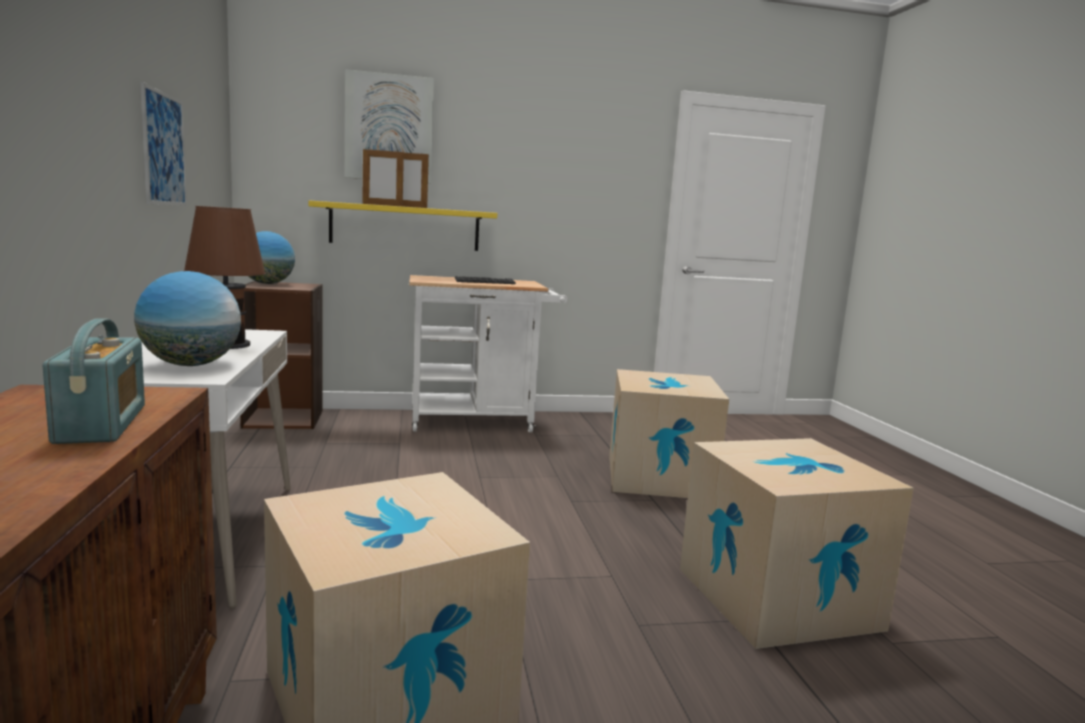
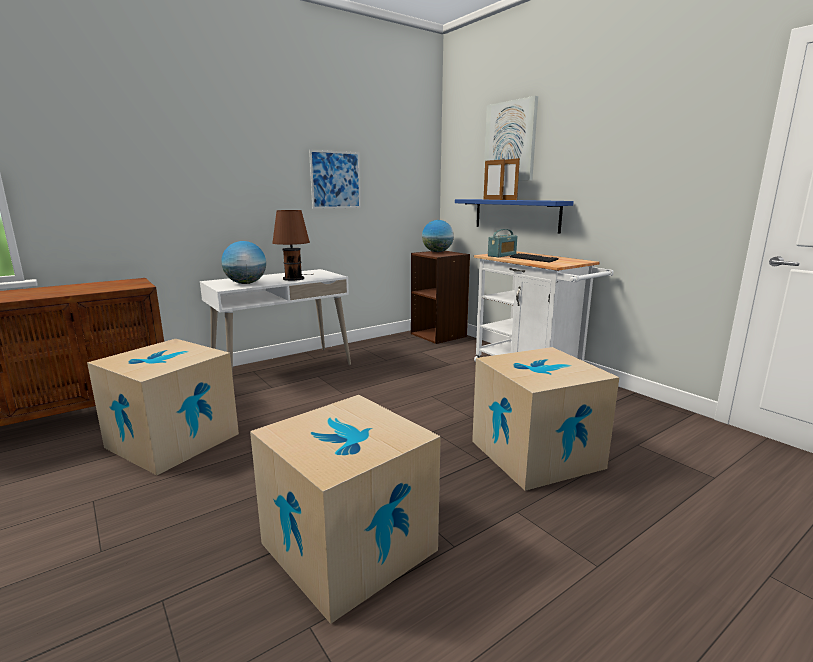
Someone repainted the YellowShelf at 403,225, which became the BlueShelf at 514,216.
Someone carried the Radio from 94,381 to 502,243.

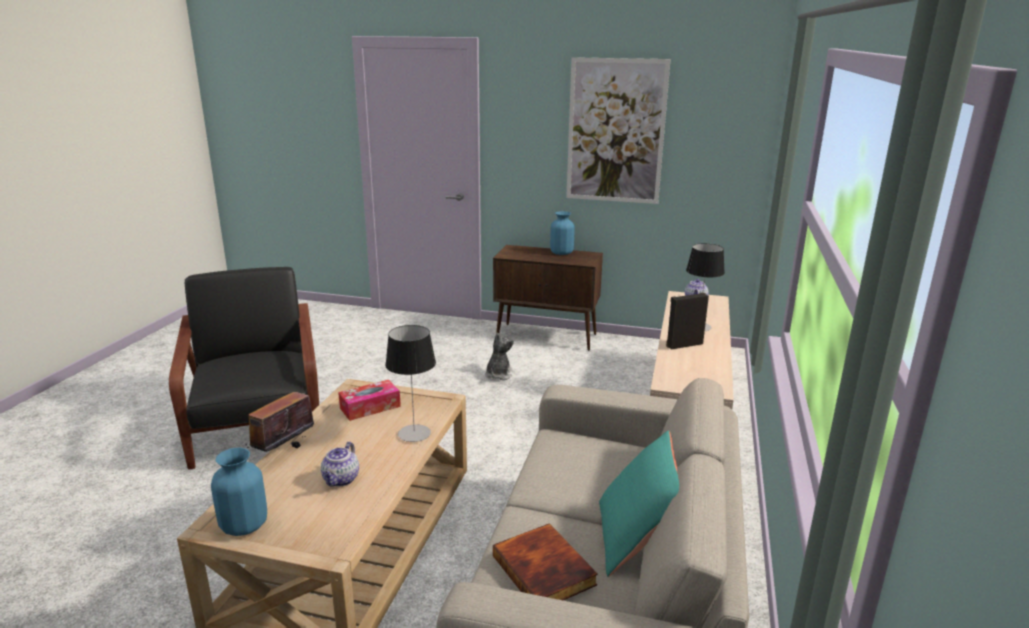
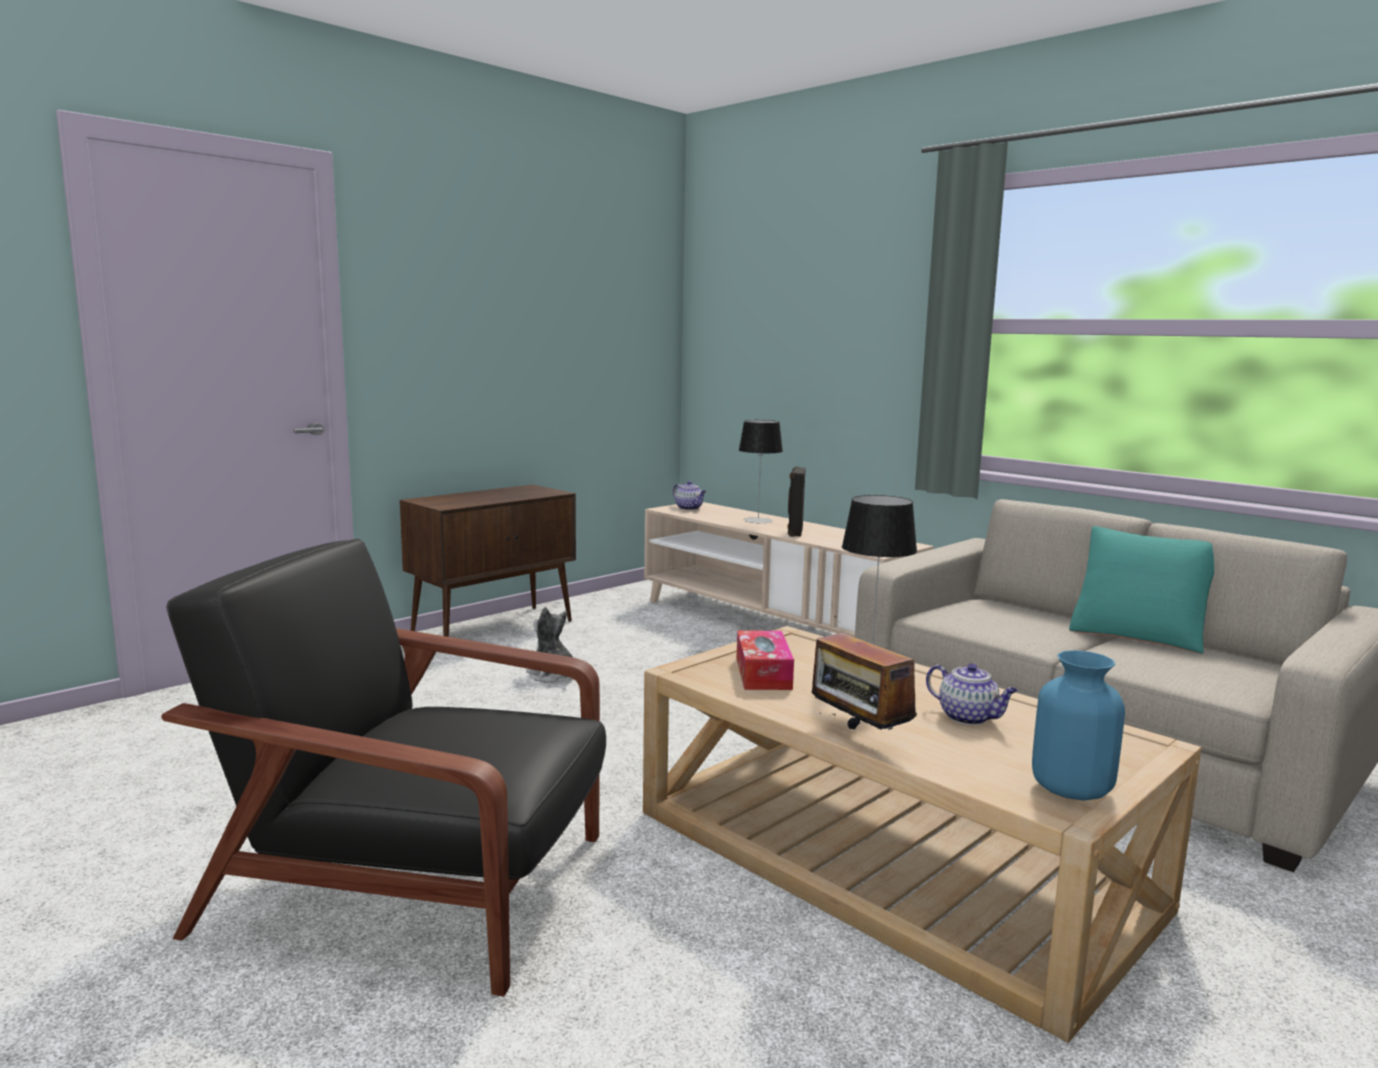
Someone took away the Book at 545,561.
Someone took away the BlueVase at 562,233.
Someone took away the Picture at 618,130.

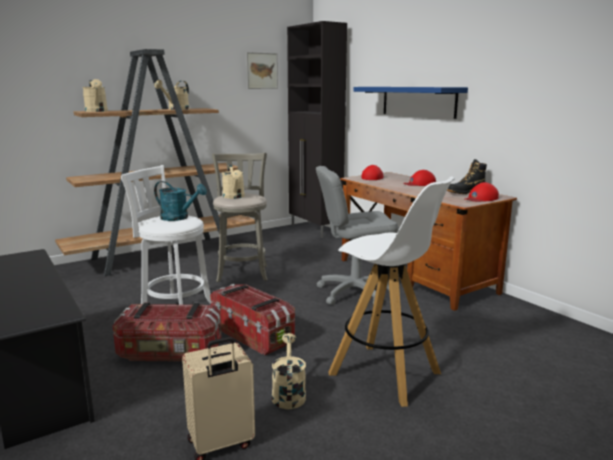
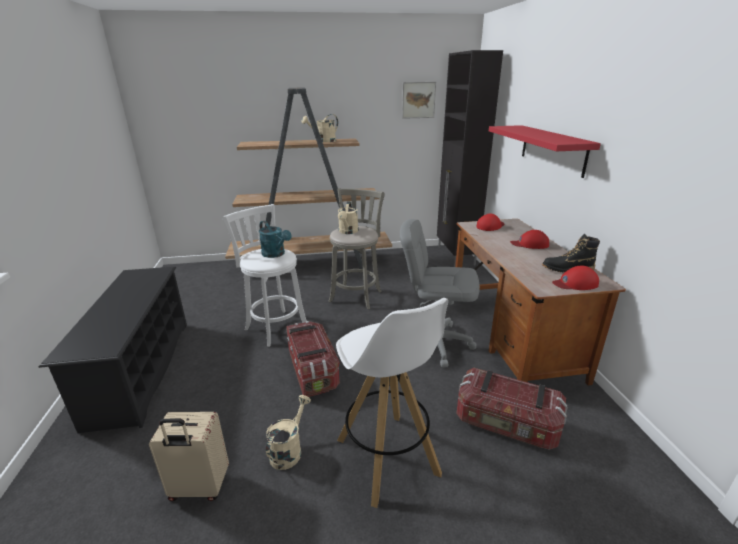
Someone carried the StorageBox from 166,332 to 512,409.
Someone repainted the BlueShelf at 410,103, which became the RedShelf at 545,151.
Someone took away the BeigeWateringCan at 95,95.

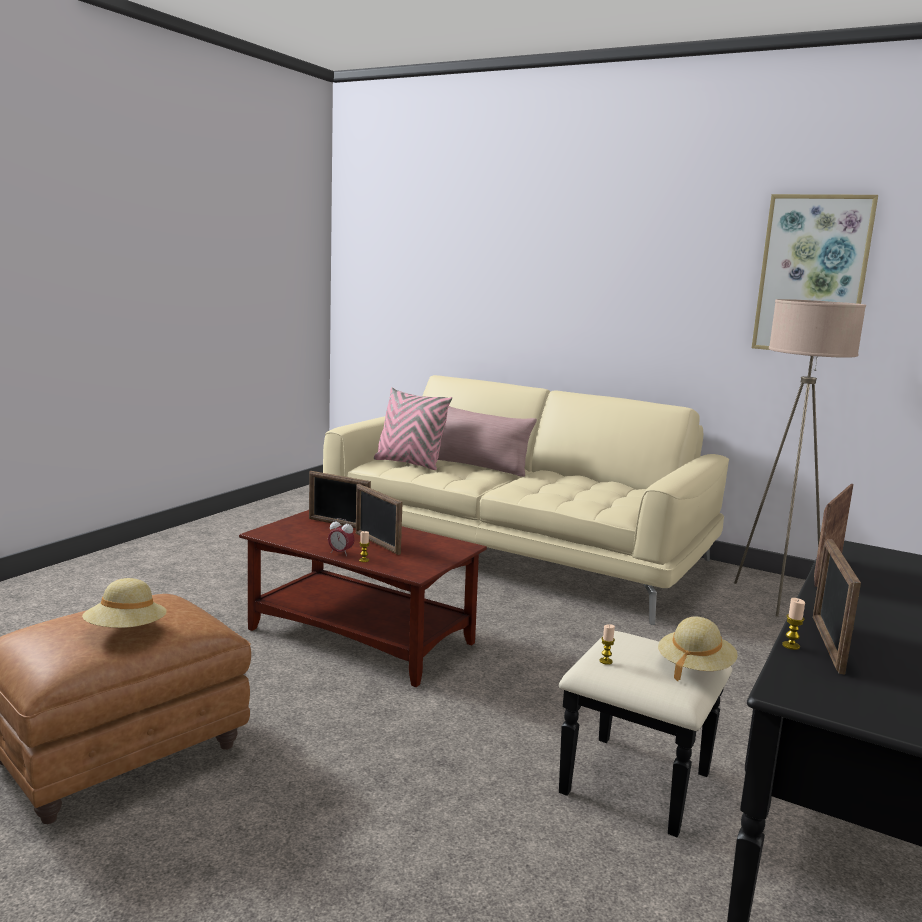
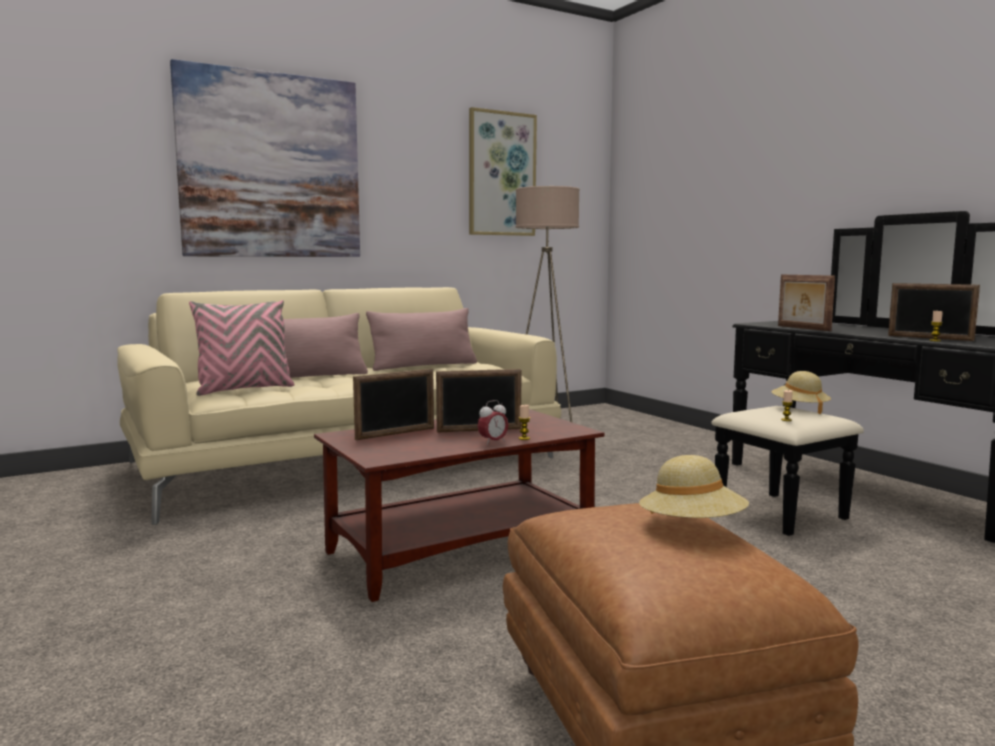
Someone put up the Picture at 265,158.
Someone put down the PinkPillow at 421,339.

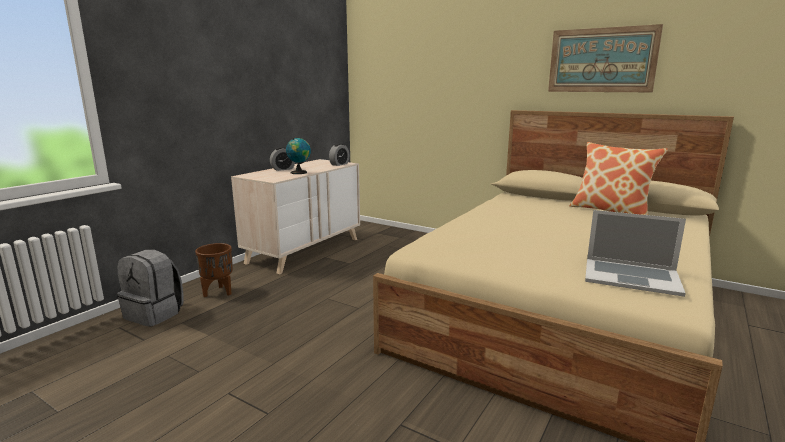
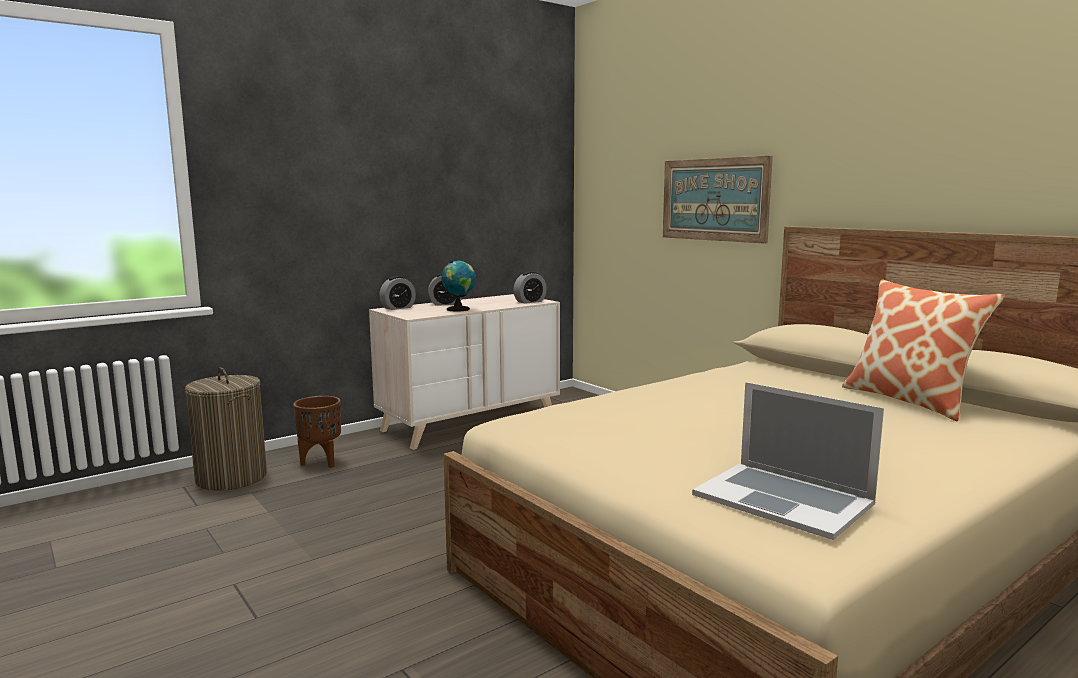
Someone swapped the GreyBackpack at 150,288 for the LaundryBasket at 226,429.
Someone put down the AlarmClock at 397,293.
Someone carried the Picture from 605,58 to 718,200.

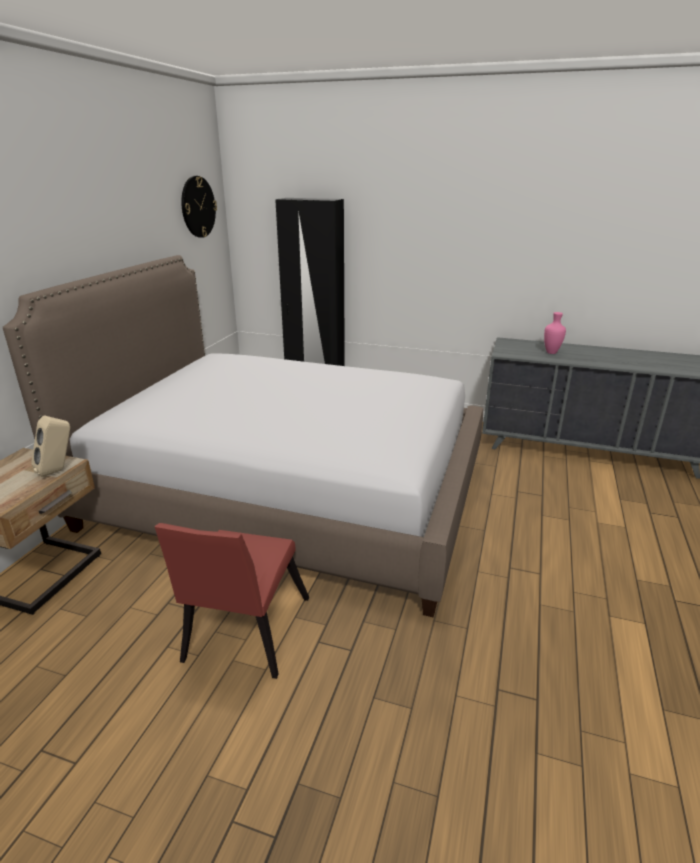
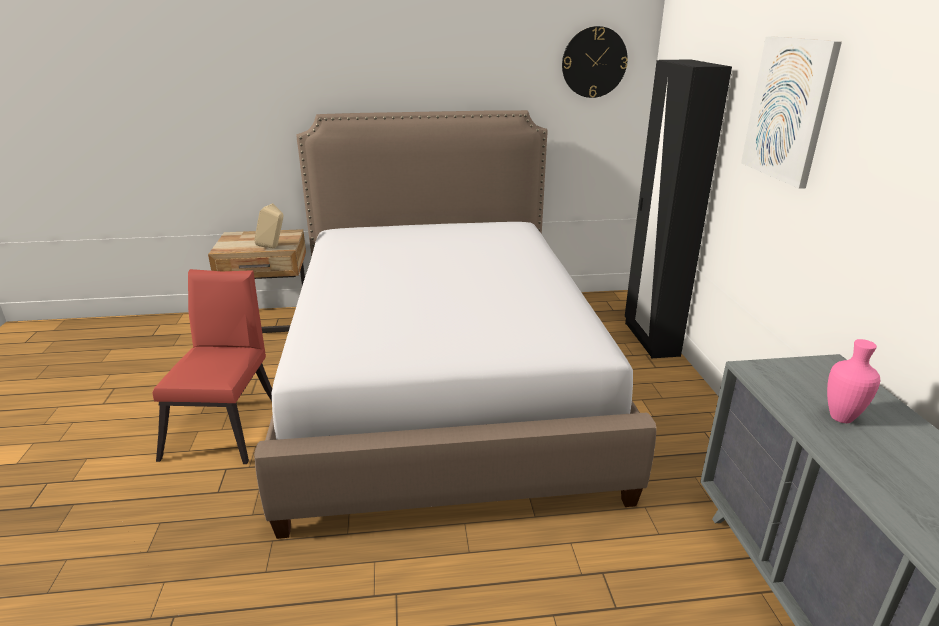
Someone rotated the RedChair at 232,601 by 105 degrees clockwise.
Someone put up the Picture at 791,112.

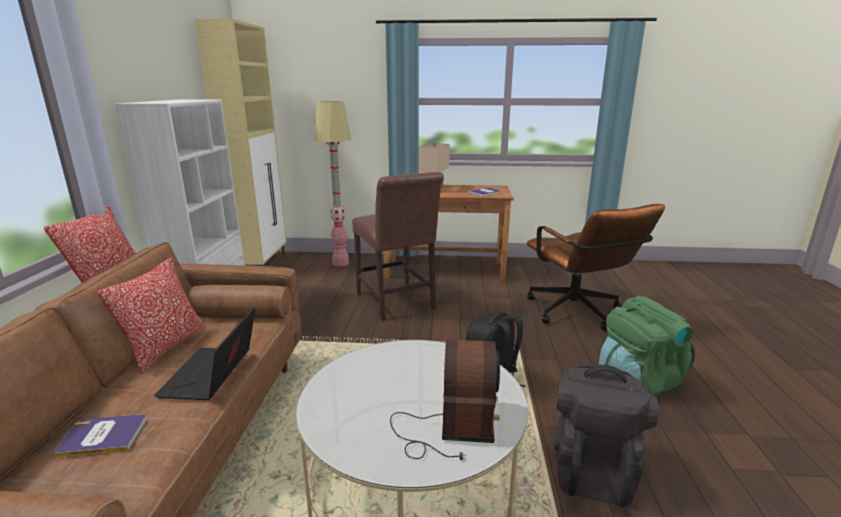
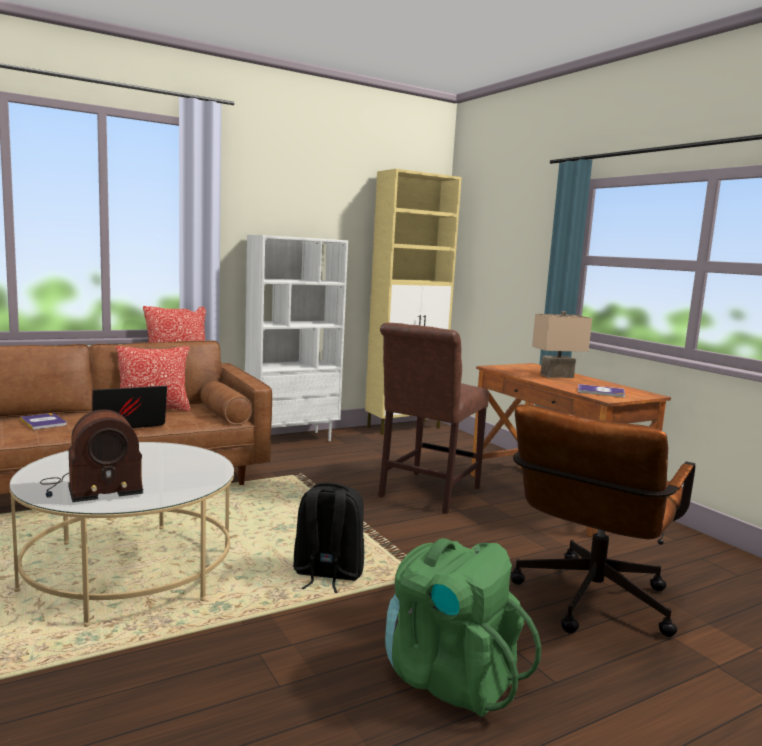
Someone took away the FloorLamp at 332,183.
Someone took away the BlackBackpack at 606,436.

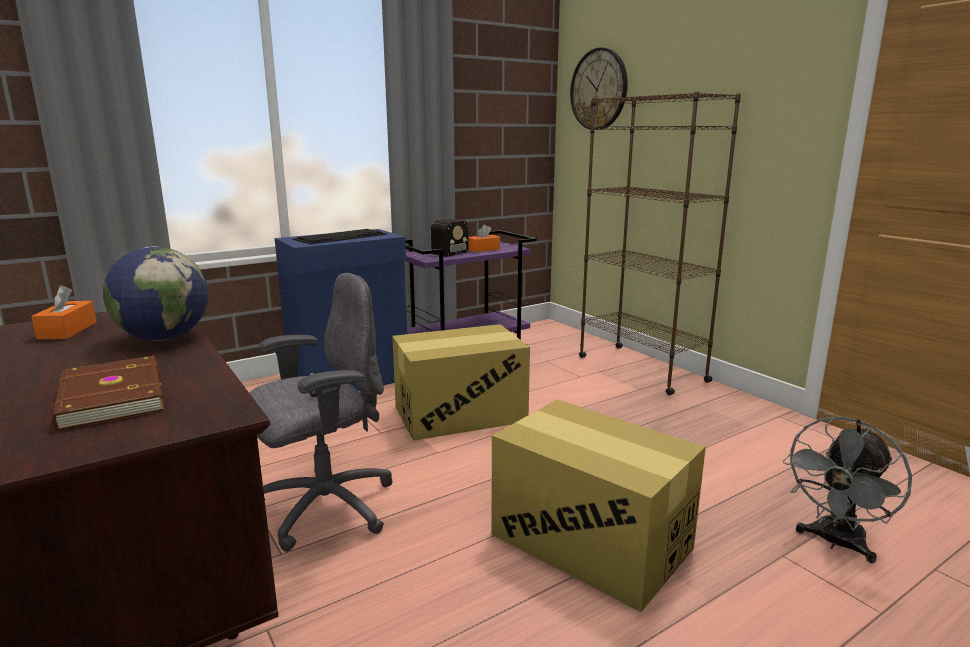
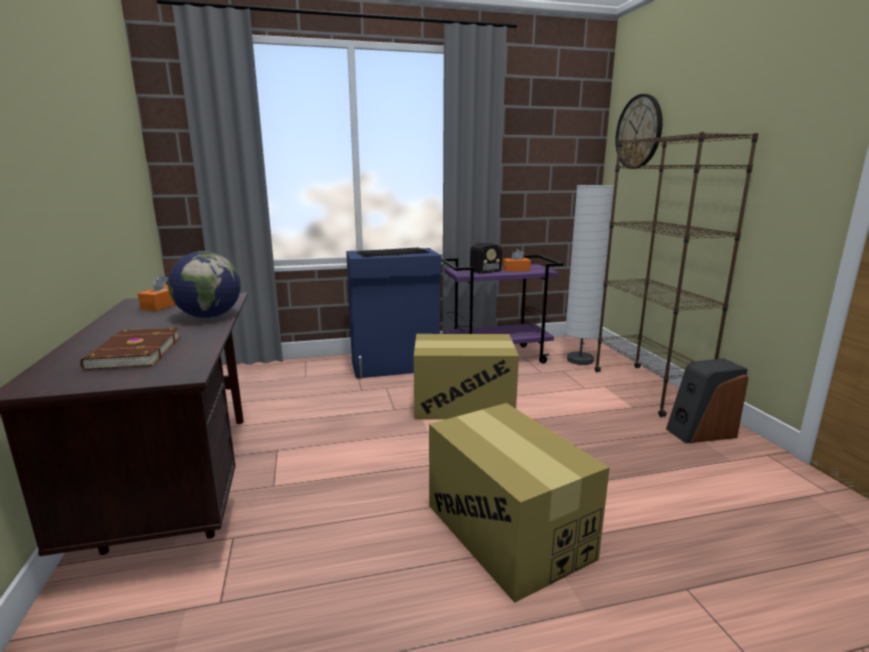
Someone put down the WhiteFloorLamp at 589,275.
Someone put down the Speaker at 707,400.
Someone took away the GreyOfficeChair at 321,412.
Someone took away the GreyFan at 847,489.

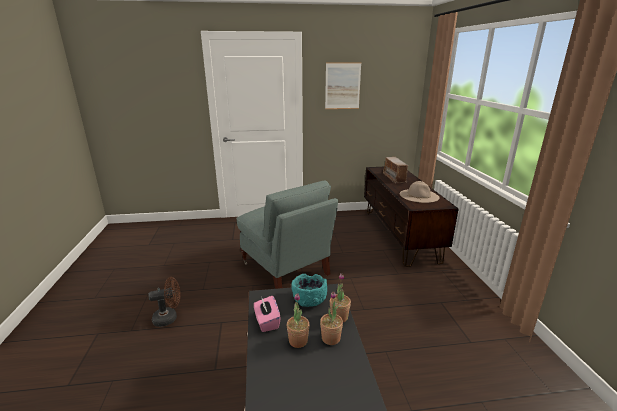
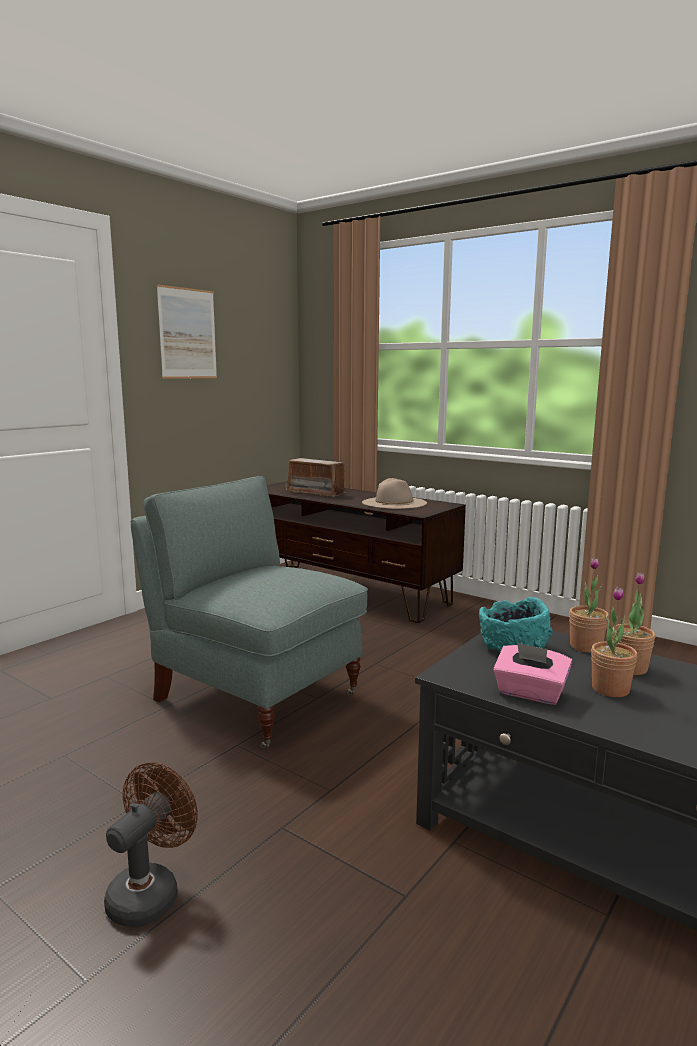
Someone rotated the GreyArmchair at 287,234 by 150 degrees counterclockwise.

